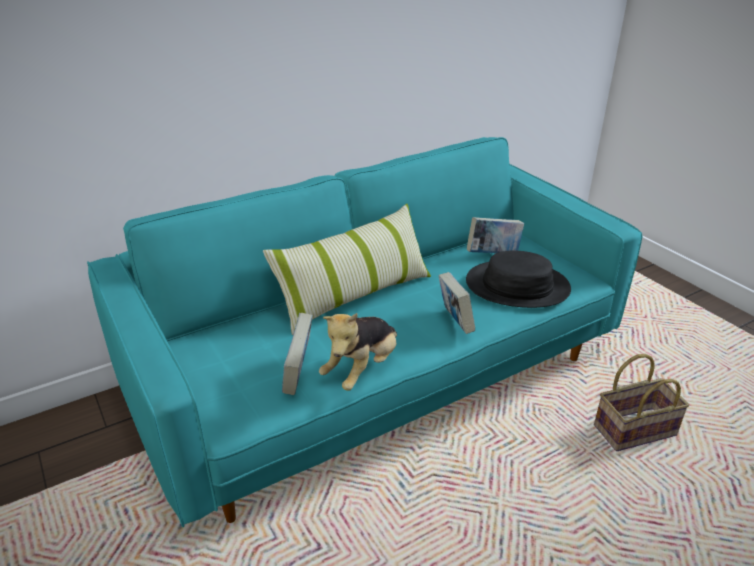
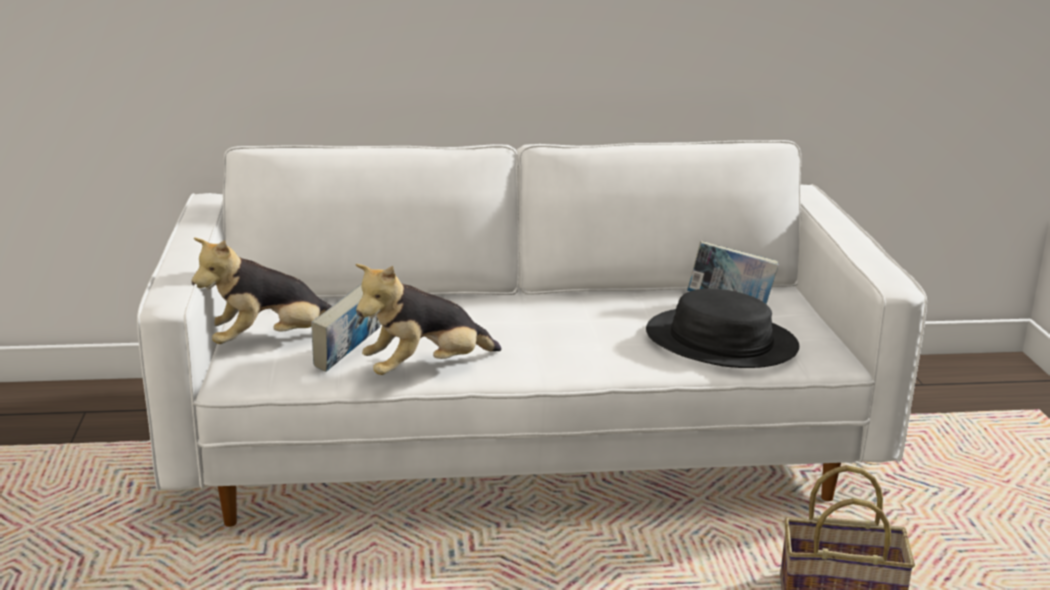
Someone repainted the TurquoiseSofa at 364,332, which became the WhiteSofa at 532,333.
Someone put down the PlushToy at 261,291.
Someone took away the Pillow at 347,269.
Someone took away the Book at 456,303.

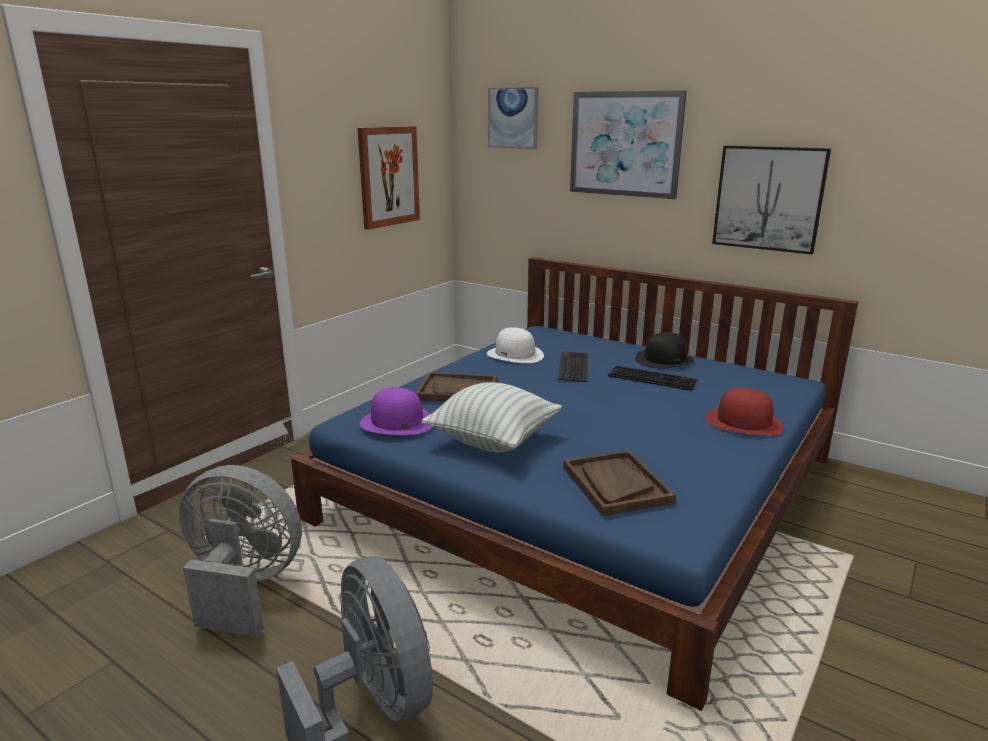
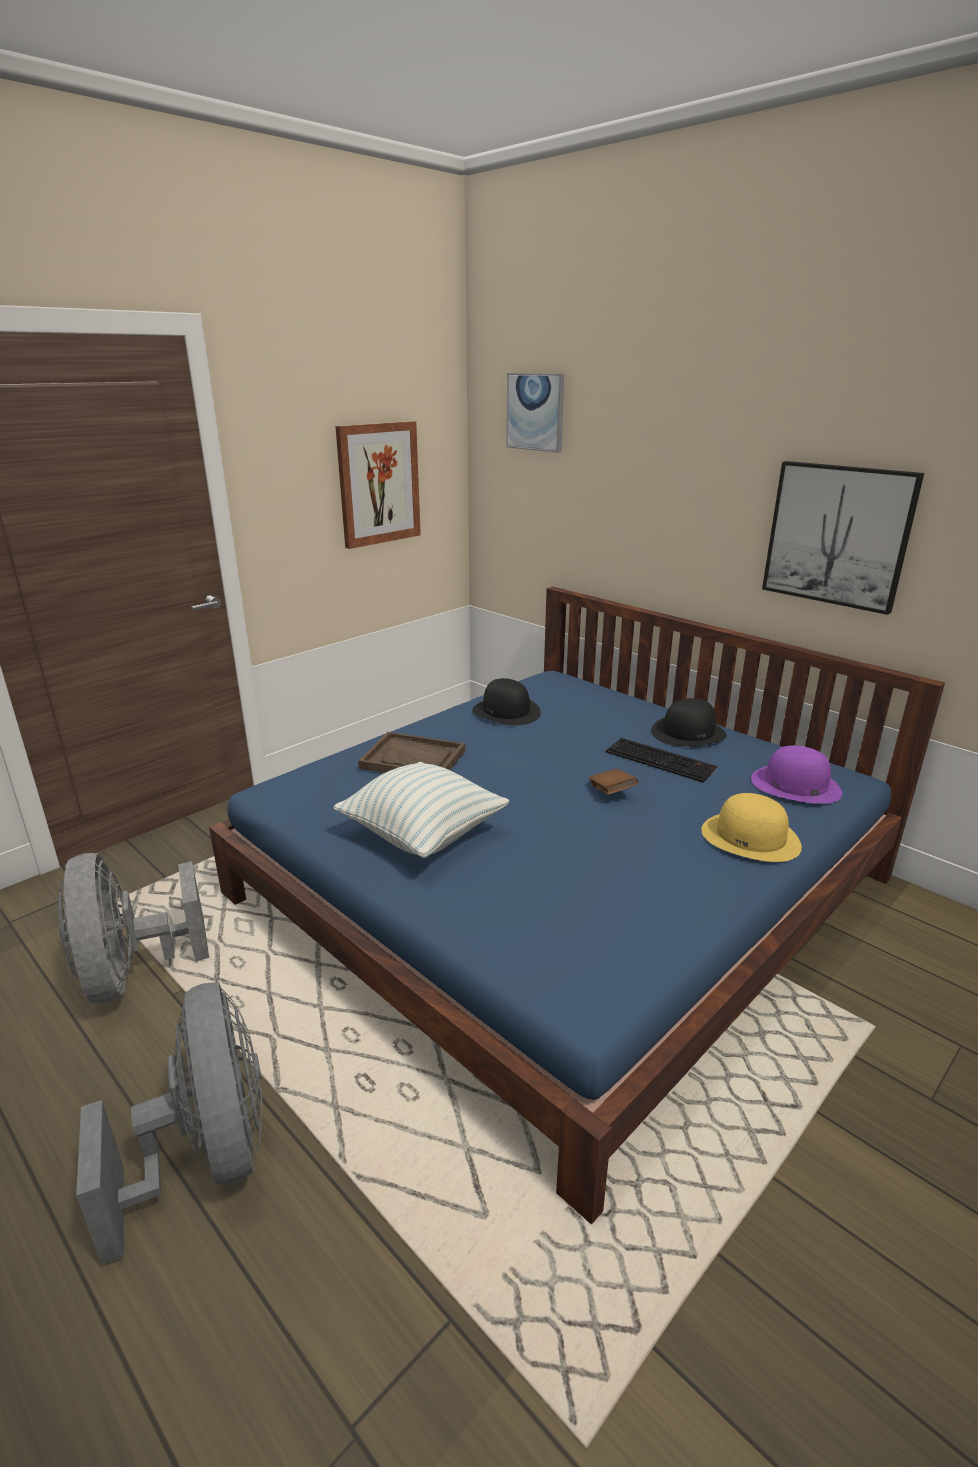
Someone rotated the GreyFan at 240,551 by 135 degrees counterclockwise.
Someone repainted the WhiteHat at 515,345, which became the BlackHat at 506,701.
Someone put down the BrownBook at 613,782.
Someone repainted the RedHat at 744,412, which became the YellowHat at 751,827.
Someone carried the PurpleHat from 396,411 to 796,775.
Someone took away the Keyboard at 573,366.
Someone took away the BrownTray at 619,483.
Someone took away the Picture at 628,144.

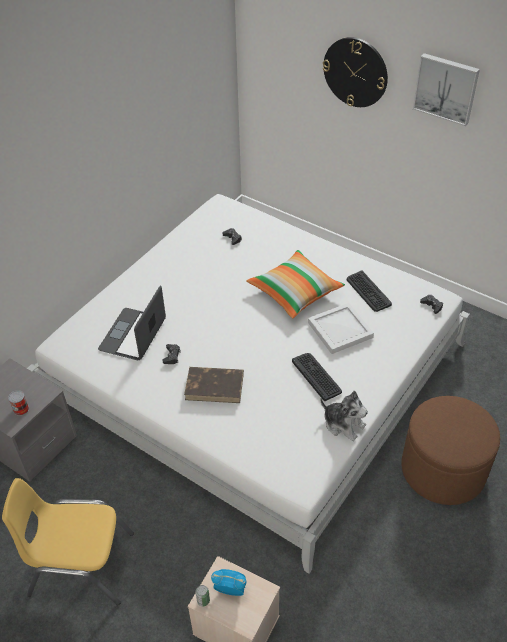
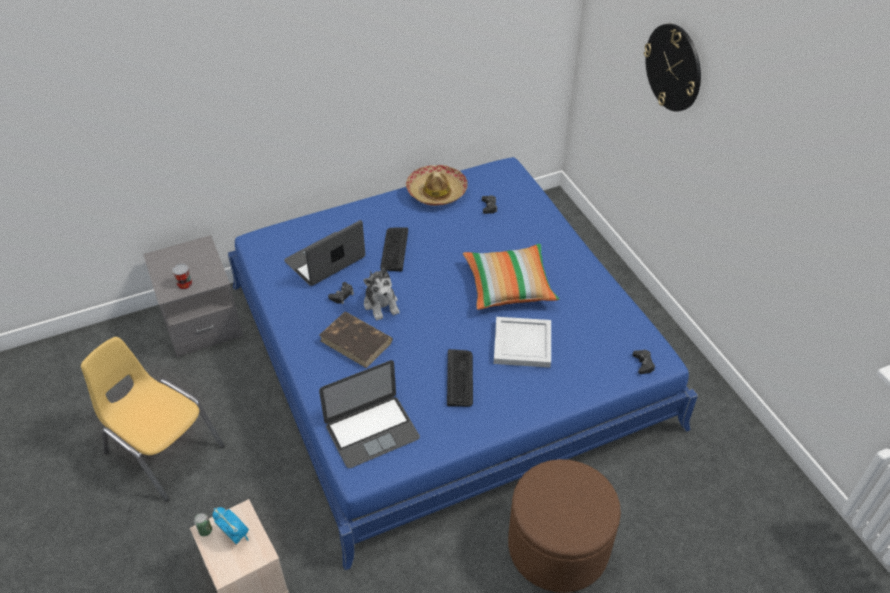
Someone repainted the WhiteBed at 248,384, which became the BlueBed at 463,363.
Someone put down the Laptop at 369,414.
Someone carried the PlushToy from 344,416 to 382,294.
Someone carried the Keyboard from 369,291 to 394,249.
Someone put down the Hat at 437,185.
Someone took away the Picture at 446,89.

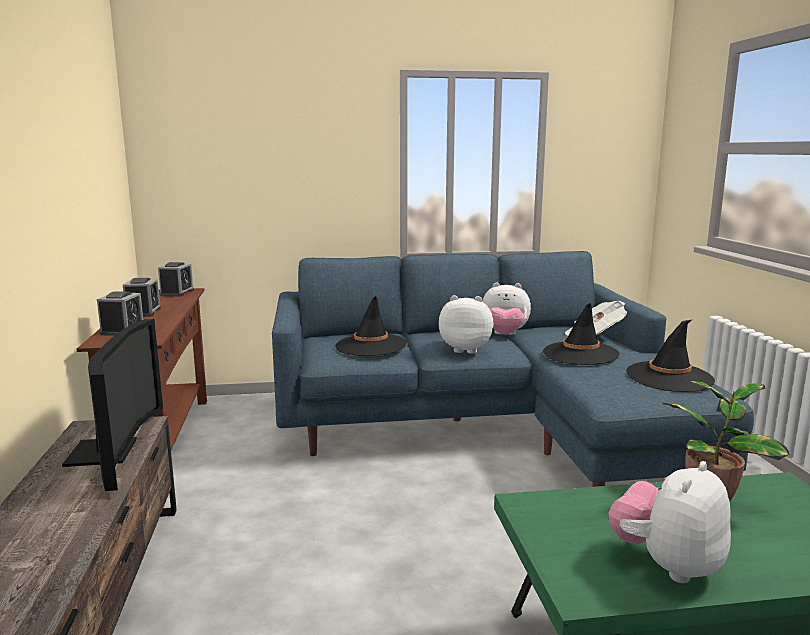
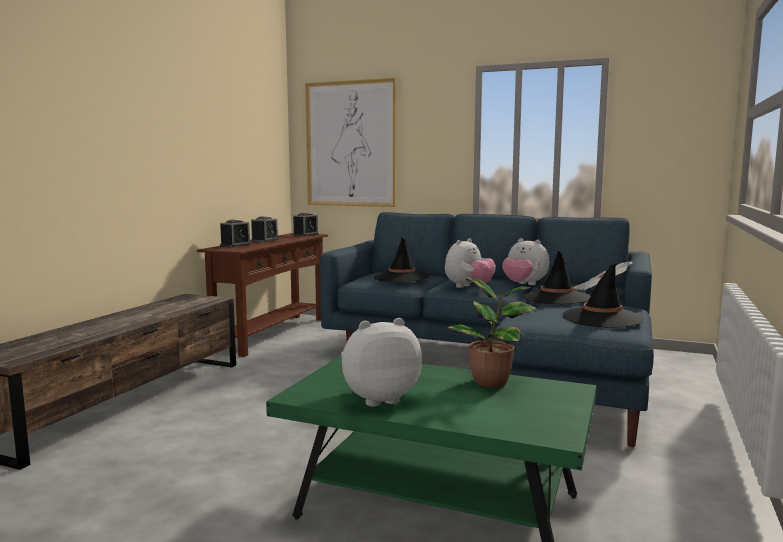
Someone put up the Picture at 351,142.
Someone rotated the PlushToy at 466,324 by 90 degrees clockwise.
Someone took away the Television at 112,405.

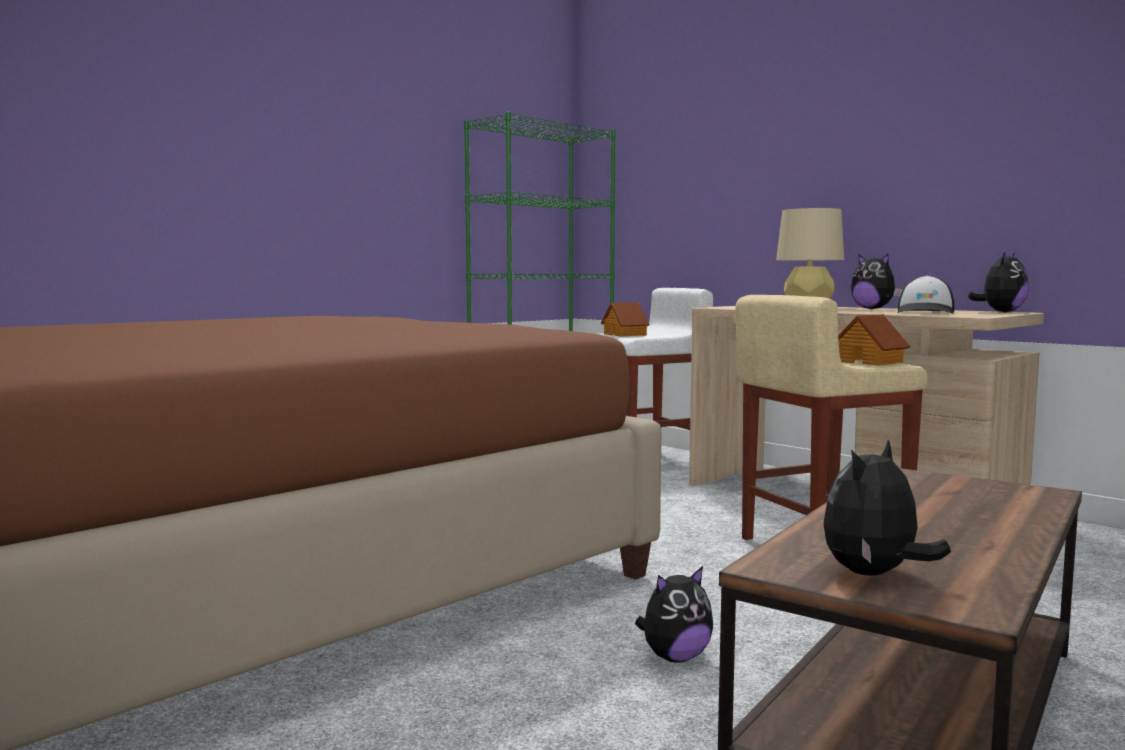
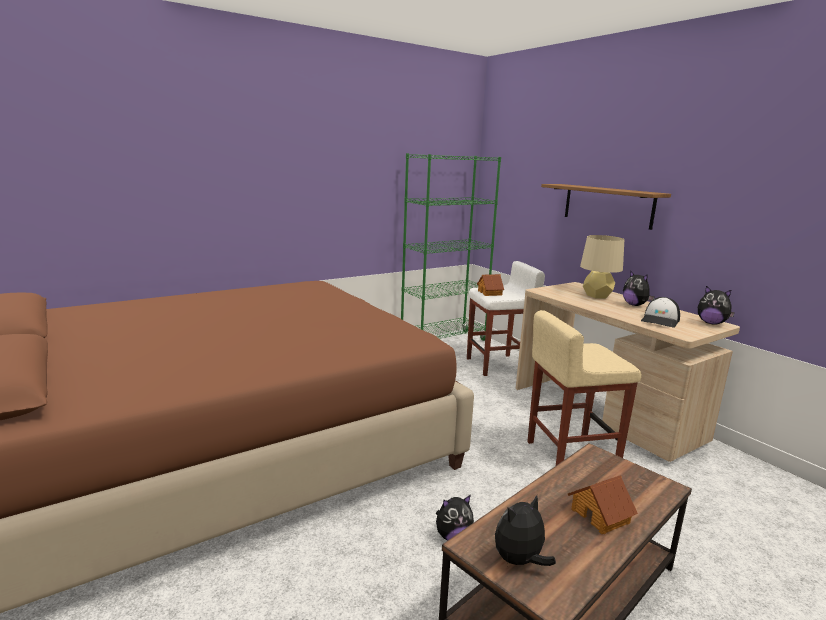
Someone put up the Shelf at 606,207.
Someone carried the ToyHouse from 874,340 to 603,504.
Someone rotated the PlushToy at 998,282 by 75 degrees clockwise.

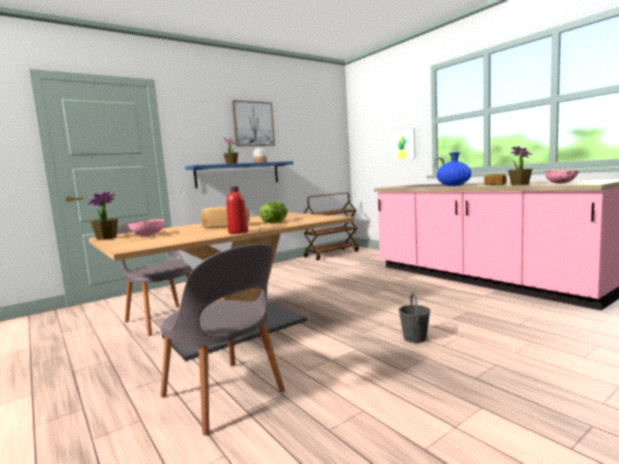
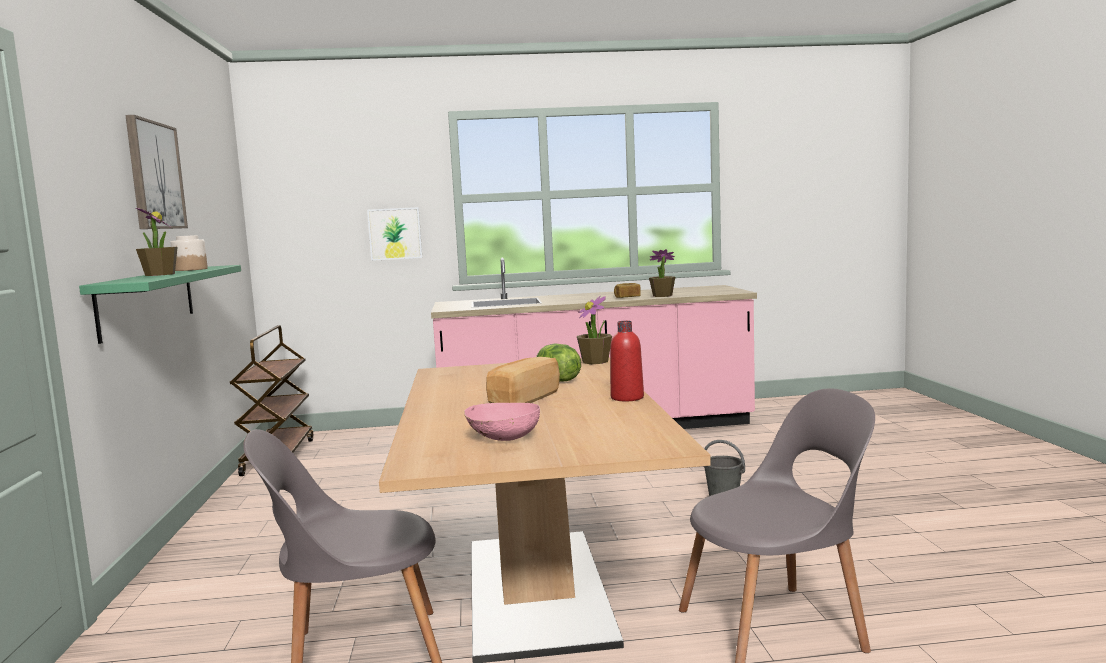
Someone repainted the BlueShelf at 239,174, which became the GreenShelf at 160,304.
Someone carried the PottedPlant from 102,216 to 594,330.
Someone took away the BlueVase at 454,169.
Someone took away the PinkBowl at 562,177.

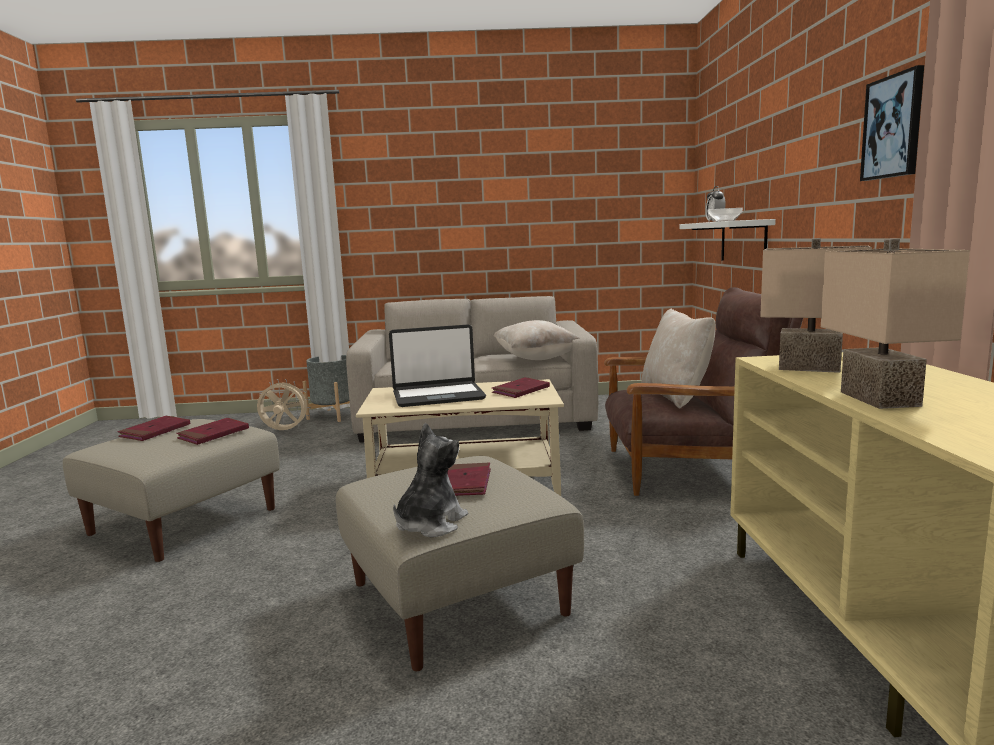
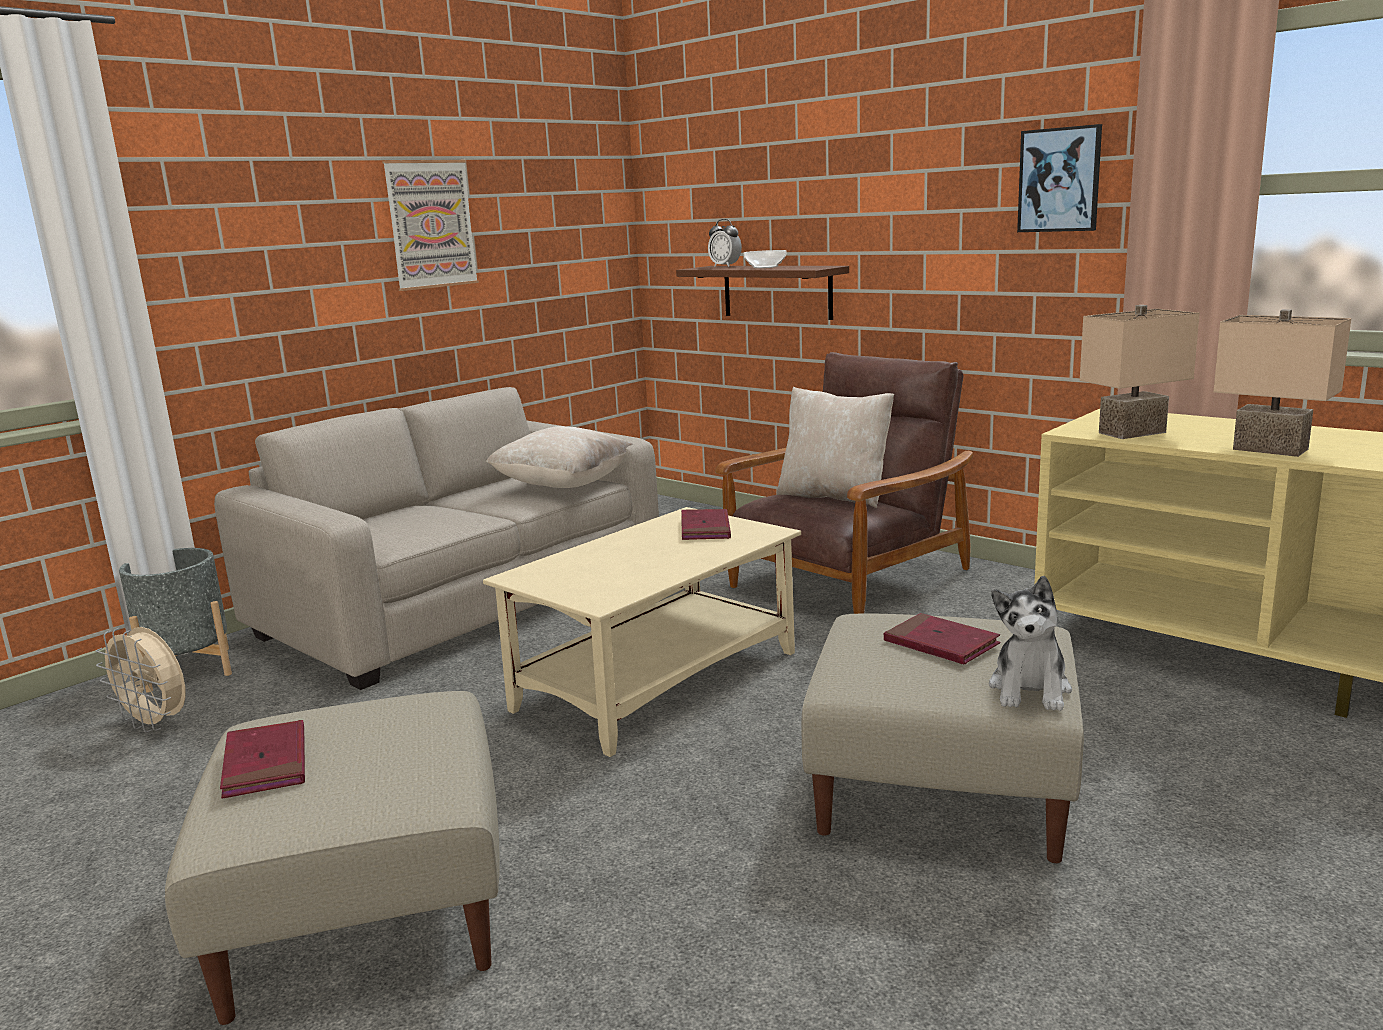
Someone rotated the BeigeFan at 284,405 by 105 degrees counterclockwise.
Someone put up the Picture at 430,225.
Someone repainted the WhiteShelf at 728,239, which became the BrownShelf at 762,293.
Someone rotated the PlushToy at 430,480 by 150 degrees counterclockwise.
Someone took away the RedBook at 212,431.
Someone took away the Laptop at 437,365.

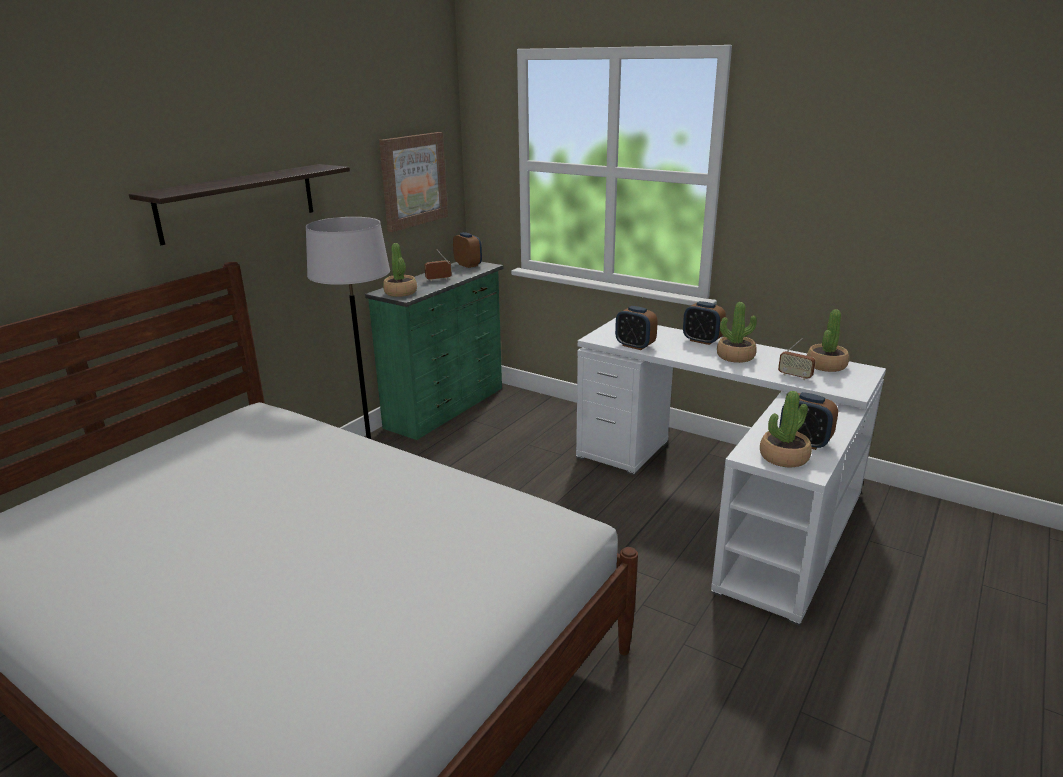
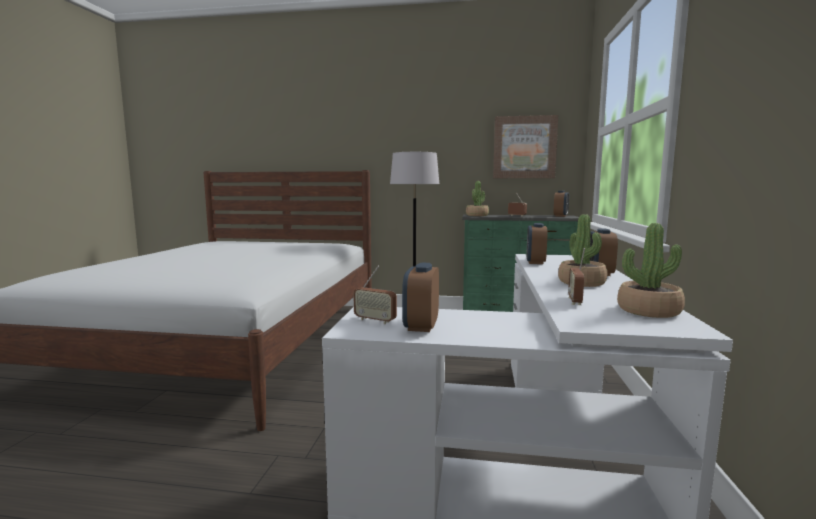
Someone swapped the PottedPlant at 786,429 for the Radio at 375,295.
Someone took away the Shelf at 239,204.

